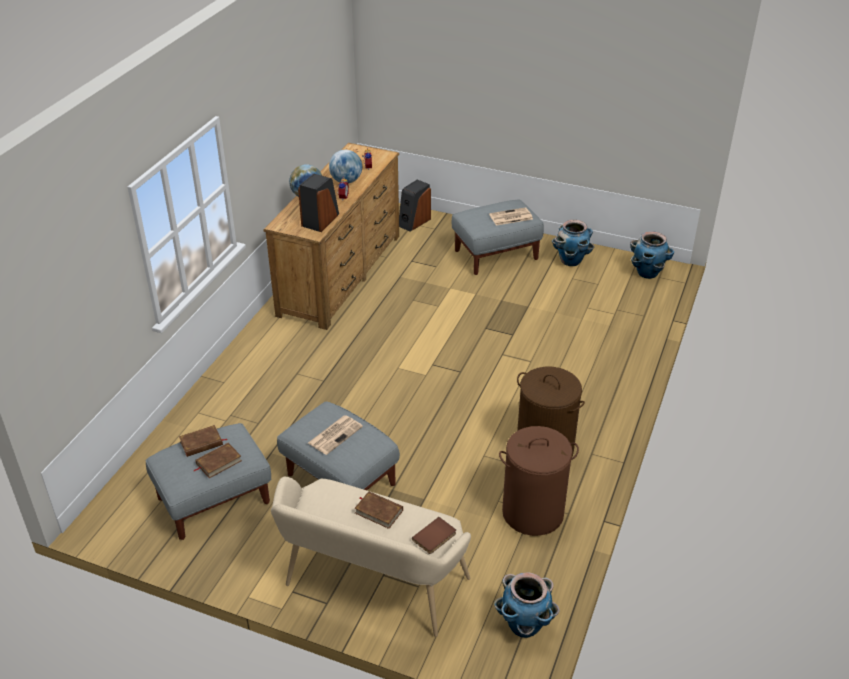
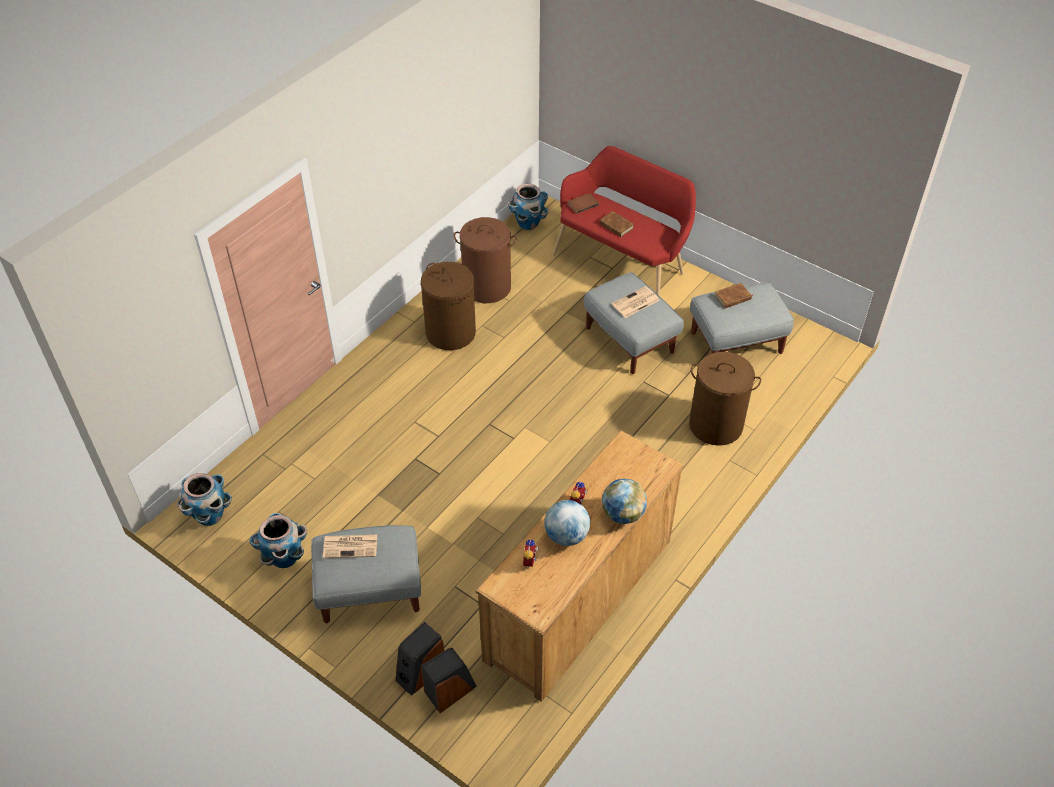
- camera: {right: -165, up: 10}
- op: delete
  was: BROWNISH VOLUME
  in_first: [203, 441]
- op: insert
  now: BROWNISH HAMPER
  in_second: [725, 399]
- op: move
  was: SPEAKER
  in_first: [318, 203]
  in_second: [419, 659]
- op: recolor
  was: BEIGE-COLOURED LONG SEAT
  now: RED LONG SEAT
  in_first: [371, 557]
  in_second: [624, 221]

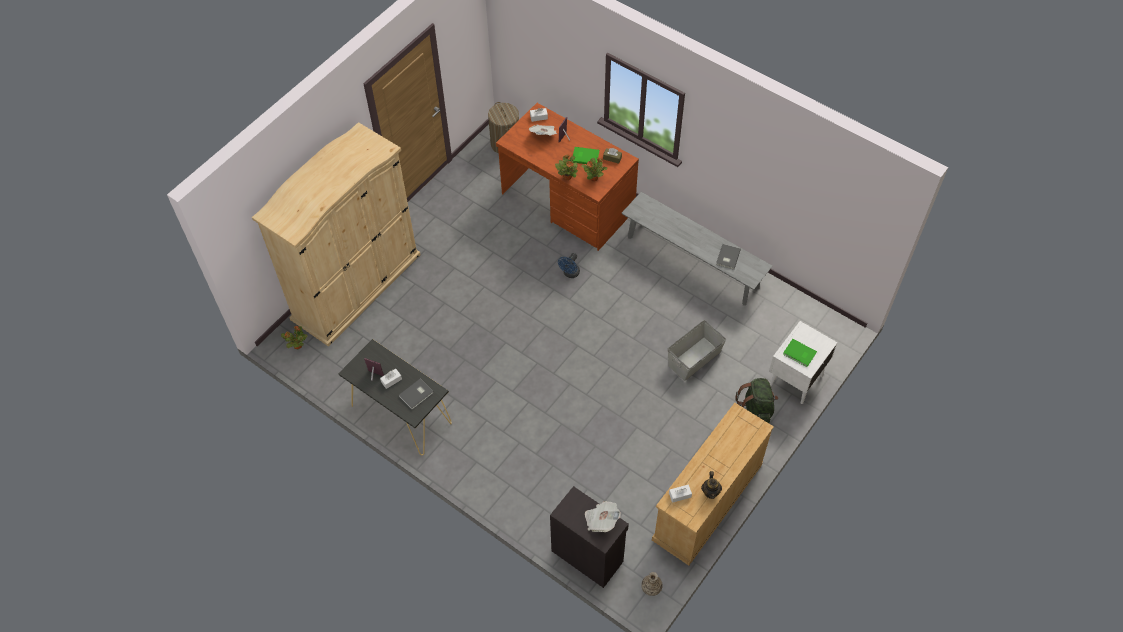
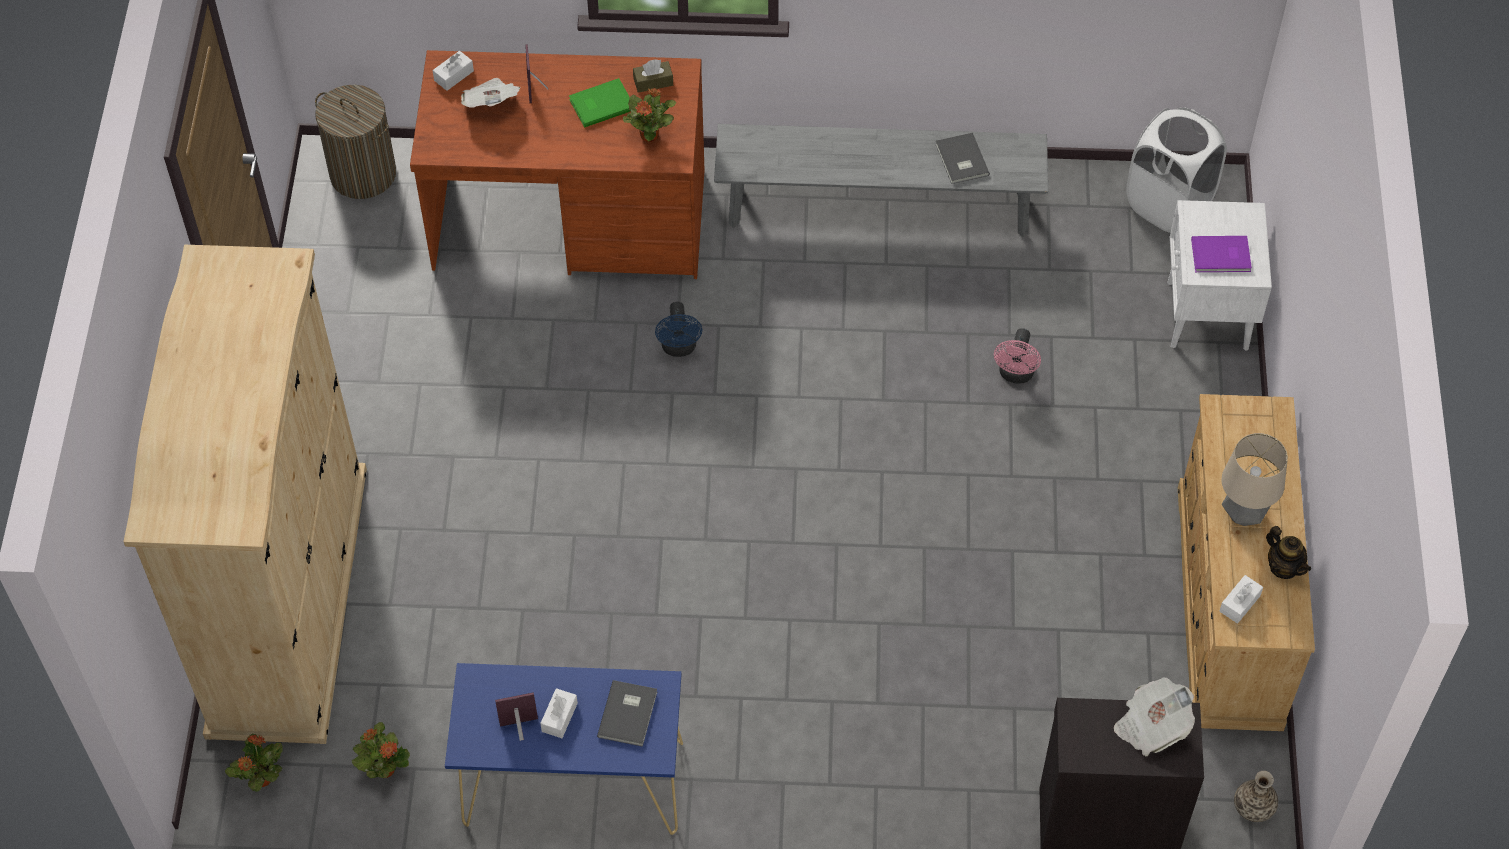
- camera: {right: -35, up: 0}
- op: delete
  was: GREENISH BACKPACK
  in_first: [756, 400]
- op: insert
  now: WHITISH HAMPER
  in_second: [1176, 169]
- op: insert
  now: LAMP FOR A TABLE
  in_second: [1255, 479]
- op: move
  was: PLANT IN A POT
  in_first: [566, 167]
  in_second: [381, 750]
- op: replace
  was: GREYISH STORAGE BIN
  now: PINK FAN
  in_first: [696, 350]
  in_second: [1017, 356]
- op: recolor
  was: BLACKISH NARROW TABLE
  now: BLUE-COLOURED NARROW TABLE
  in_first: [395, 397]
  in_second: [564, 749]
- op: recolor
  was: GREENISH VOLUME
  now: PURPLE-COLOURED VOLUME
  in_first: [800, 353]
  in_second: [1221, 254]

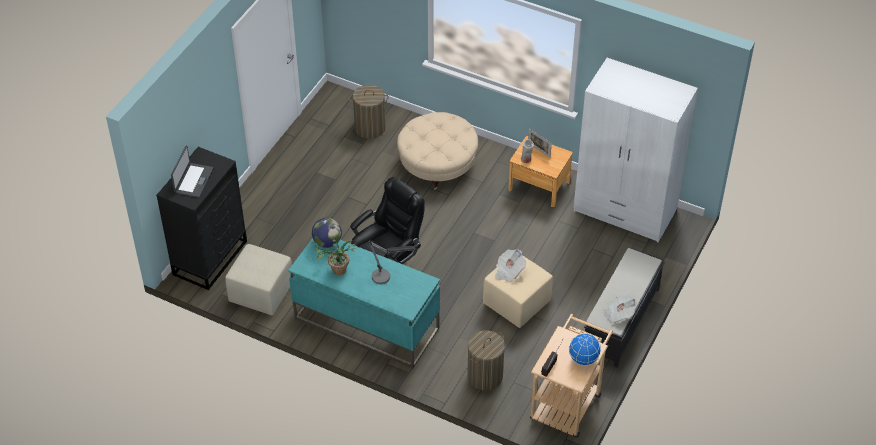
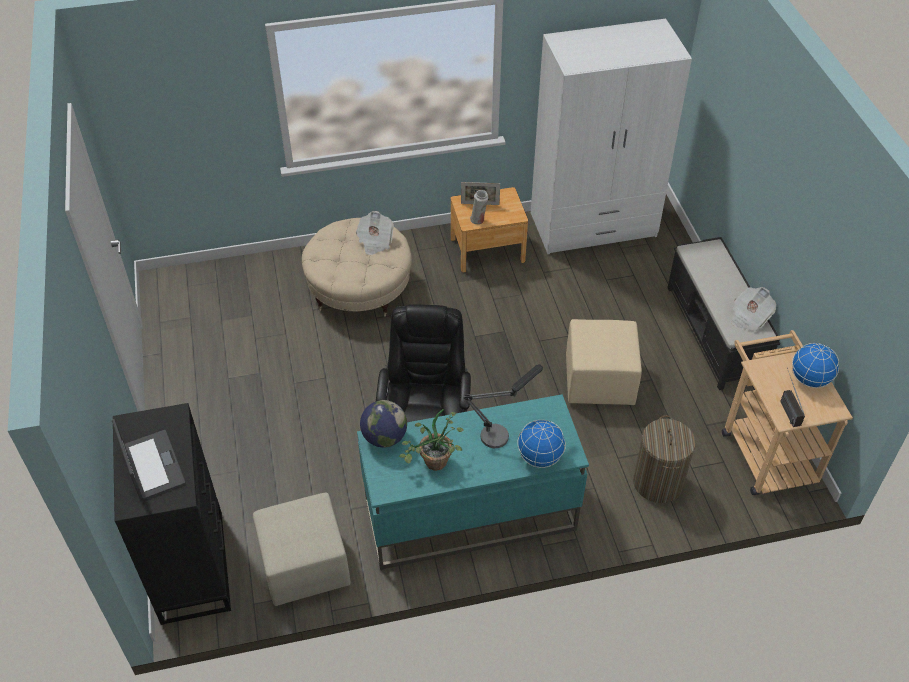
- camera: {right: -40, up: 0}
- op: delete
  was: HAMPER
  in_first: [368, 112]
- op: insert
  now: WORLD GLOBE
  in_second: [541, 444]
- op: move
  was: NEWSPAPER
  in_first: [510, 265]
  in_second: [375, 233]

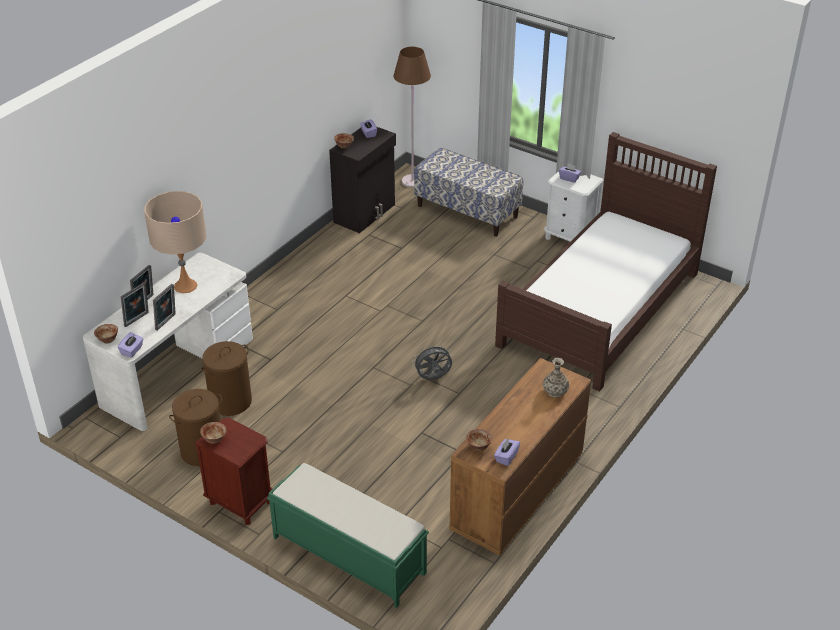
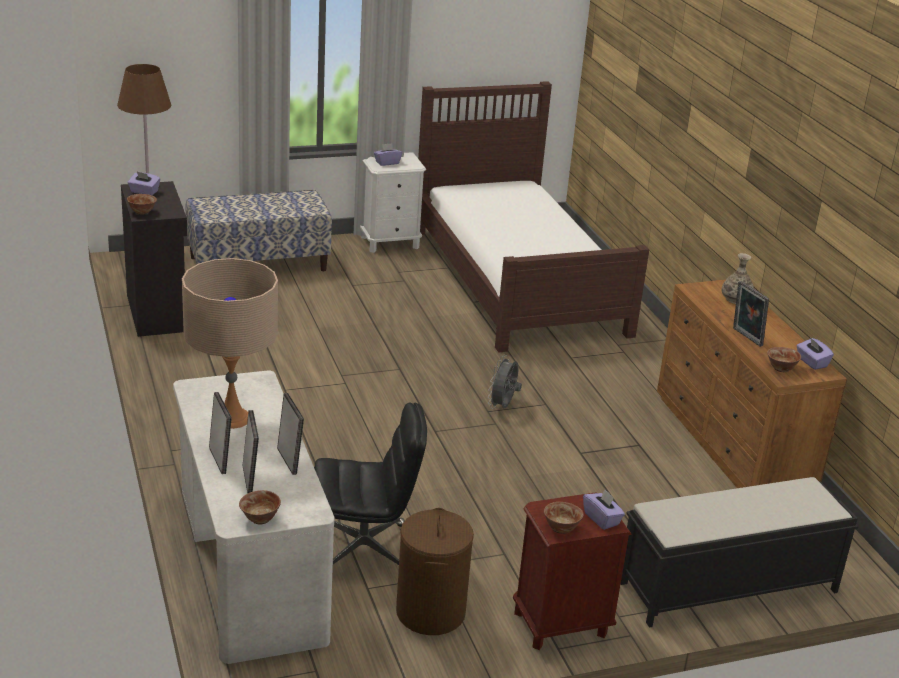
- camera: {right: -55, up: -10}
- op: insert
  now: STANDING FRAME
  in_second: [751, 314]
- op: move
  was: PURPLE-COLOURED BOX OF TISSUES
  in_first: [130, 345]
  in_second: [604, 509]
- op: replace
  was: BROWNISH HAMPER
  now: BLACKISH DESK CHAIR
  in_first: [226, 378]
  in_second: [370, 483]
- op: recolor
  was: GREENISH LONG SEAT
  now: BLACKISH LONG SEAT
  in_first: [348, 535]
  in_second: [740, 552]

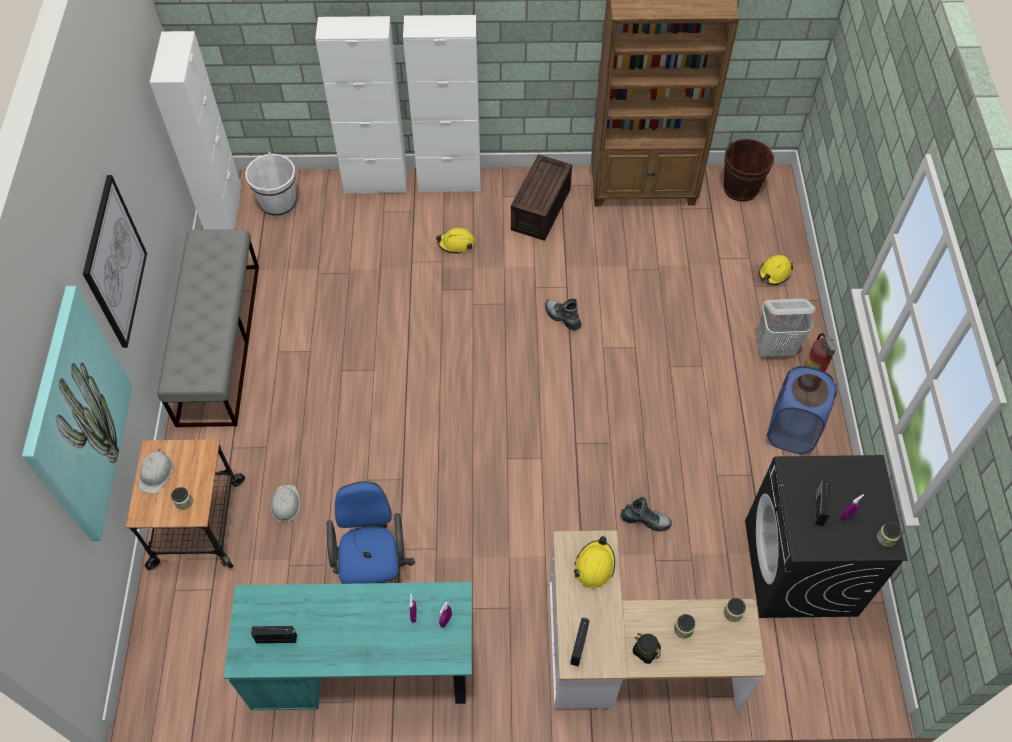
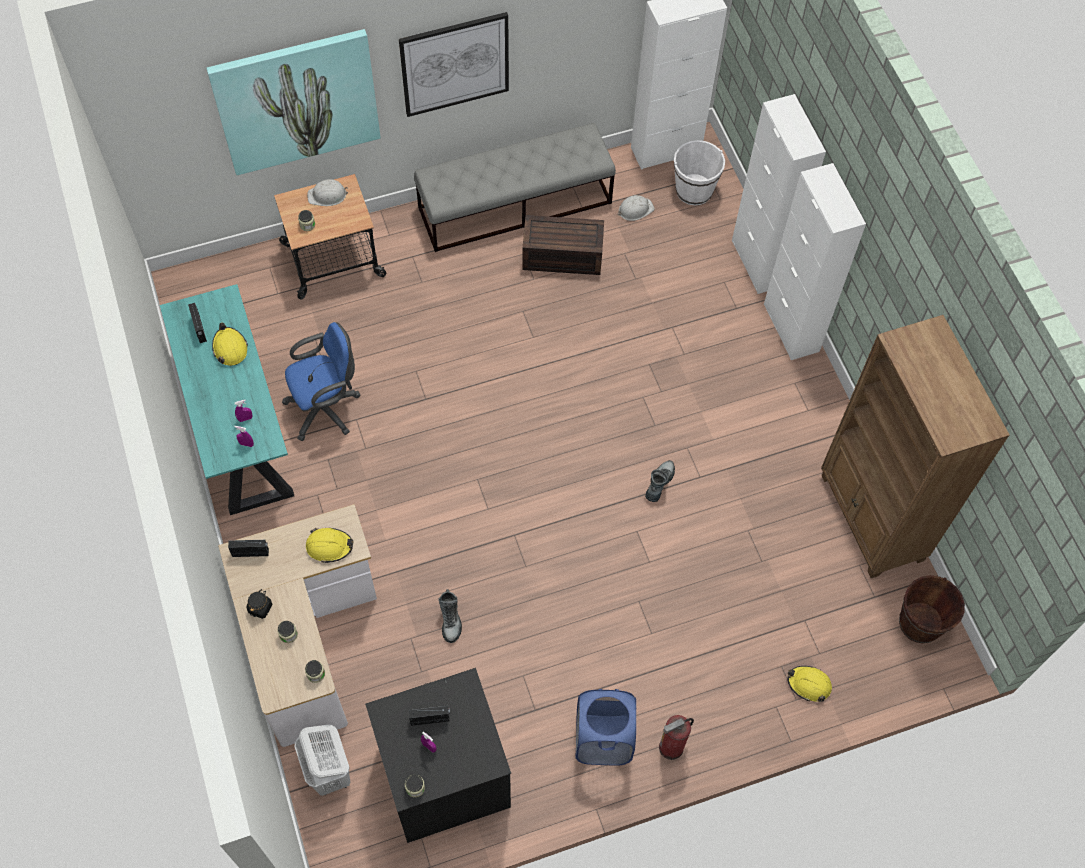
- camera: {right: 70, up: 5}
- op: move
  was: WHITISH WORK HELMET
  in_first: [285, 504]
  in_second: [636, 208]
- op: move
  was: YELLOW-COLOURED WORK HELMET
  in_first: [455, 241]
  in_second: [230, 344]
- op: move
  was: BROWNISH STORAGE BIN
  in_first: [541, 197]
  in_second: [563, 245]
- op: move
  was: WHITISH HAMPER
  in_first: [786, 328]
  in_second: [323, 760]

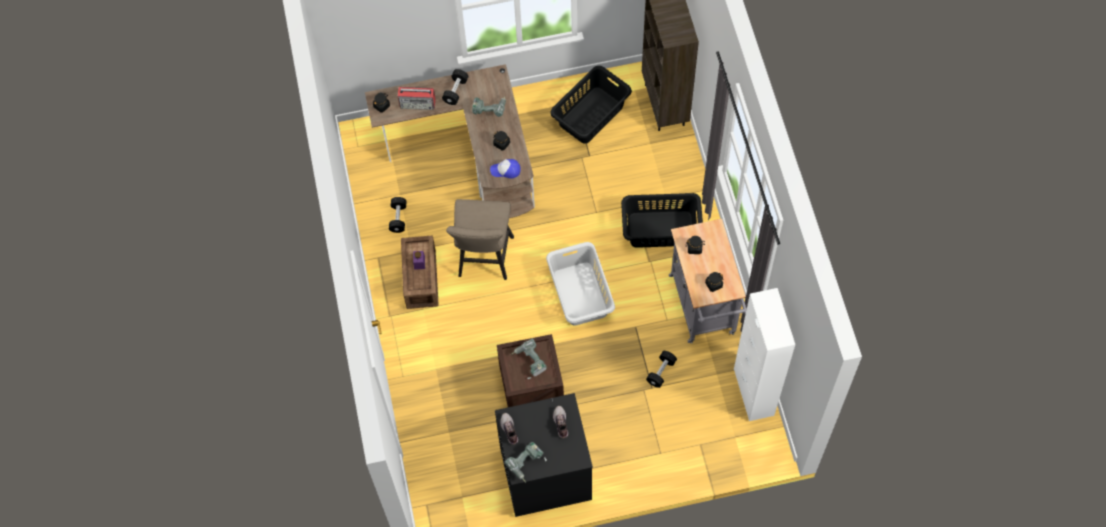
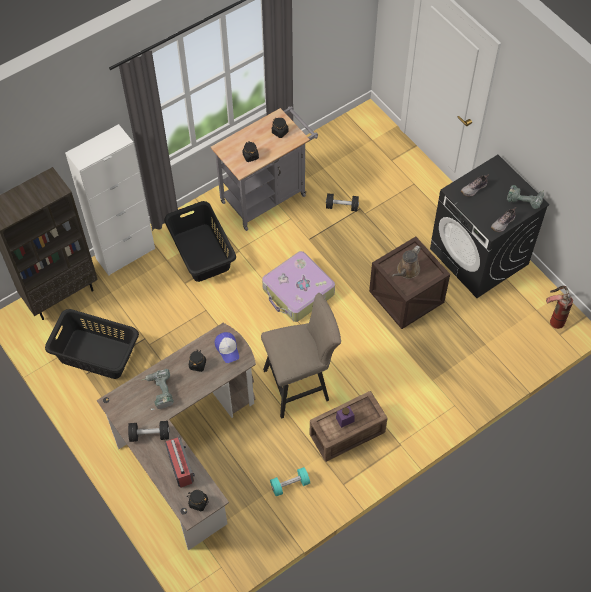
- camera: {right: -115, up: -5}
- op: insert
  now: FIRE-FIGHTING CYLINDER
  in_second: [559, 307]
- op: move
  was: WHITISH STORAGE CABINET
  in_first: [764, 354]
  in_second: [110, 200]
- op: replace
  was: POWER DRILL
  now: BROWNISH WATERING POT
  in_first: [528, 359]
  in_second: [406, 262]
- op: replace
  was: GREYISH HAMPER
  now: SUITCASE
  in_first: [580, 284]
  in_second: [298, 286]
- op: recolor
  was: BLACKISH DUMBBELL
  now: TURQUOISE-COLOURED DUMBBELL
  in_first: [398, 215]
  in_second: [290, 481]

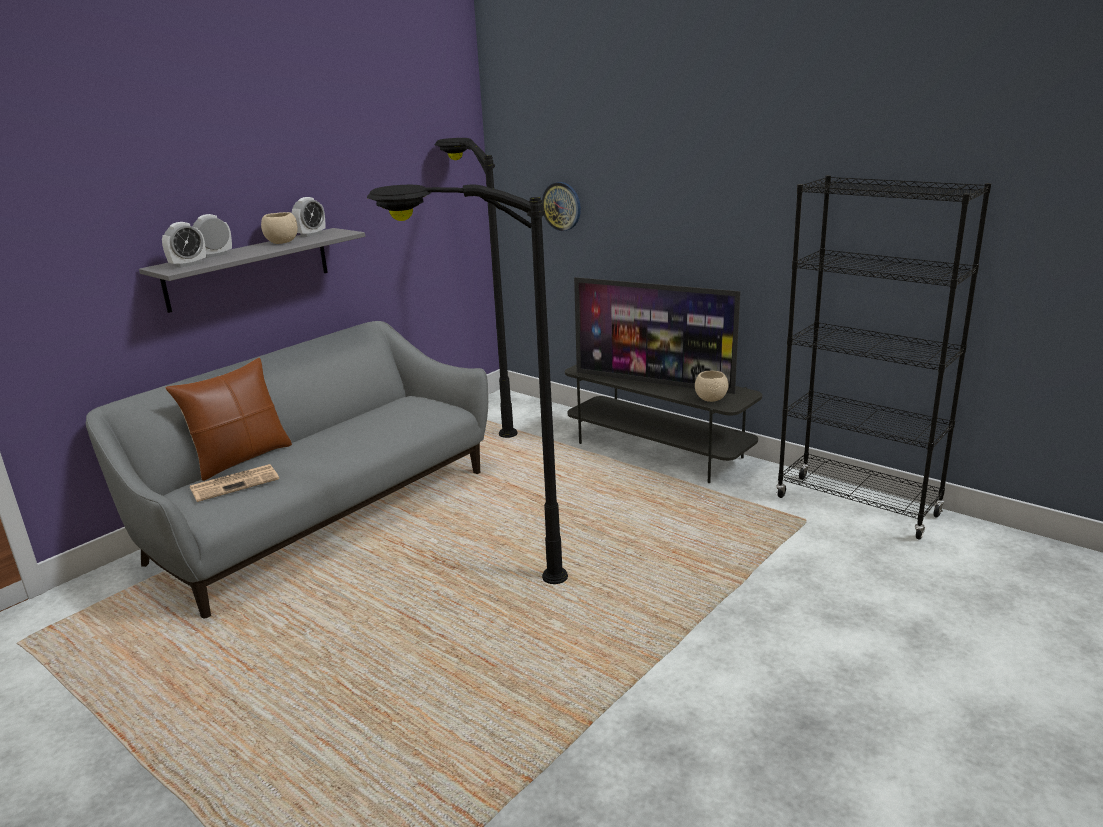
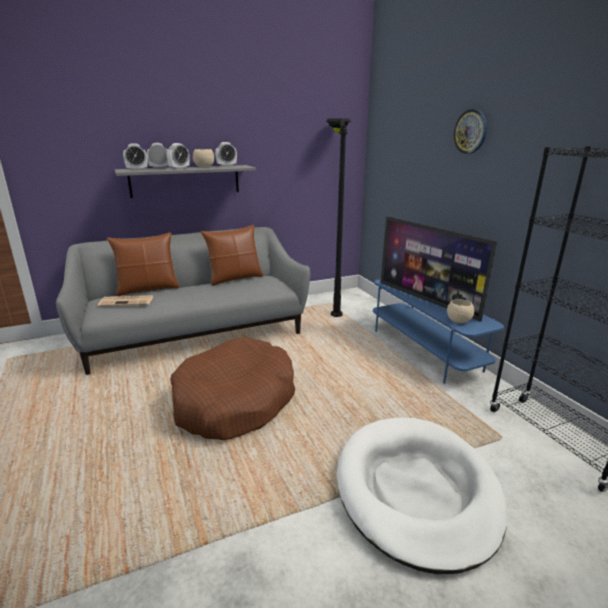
- camera: {right: 25, up: 0}
- op: insert
  now: ALARM CLOCK
  in_second: [178, 156]
- op: insert
  now: BROWNISH PILLOW
  in_second: [232, 255]
- op: insert
  now: WHITISH DOG BED
  in_second: [421, 496]
- op: move
  was: CLOCK ON THE WALL
  in_first: [561, 206]
  in_second: [470, 131]
- op: replace
  was: BLACKISH FLOOR LAMP
  now: BROWNISH DOG BED
  in_first: [467, 384]
  in_second: [232, 388]
- op: recolor
  was: GREYISH TV STAND
  now: BLUE-COLOURED TV STAND
  in_first: [663, 423]
  in_second: [438, 331]

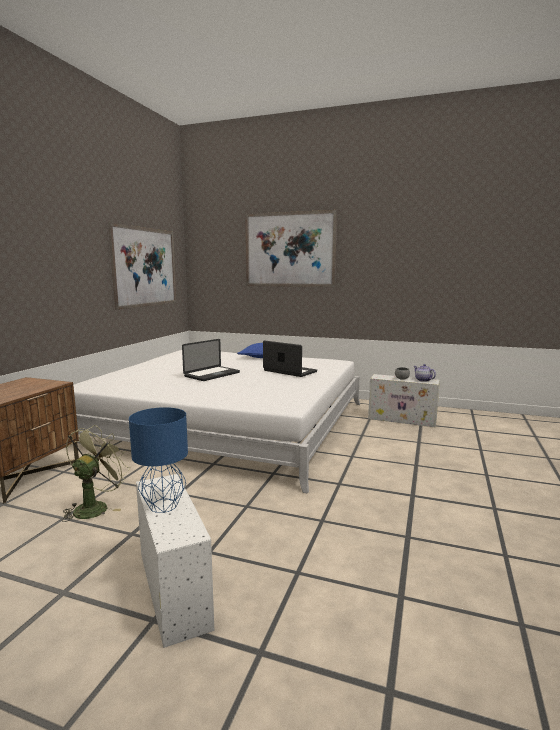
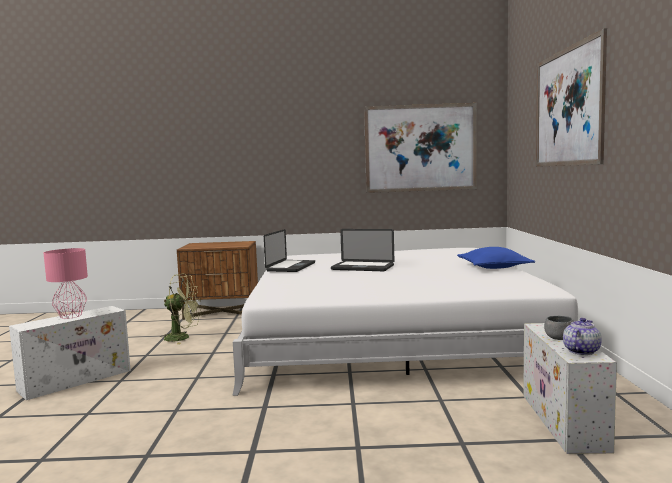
- camera: {right: 70, up: -5}
- op: move
  was: LAPTOP
  in_first: [290, 358]
  in_second: [289, 250]
- op: recolor
  was: BLUE-COLOURED LAMP FOR A TABLE
  now: PINK LAMP FOR A TABLE
  in_first: [158, 460]
  in_second: [66, 283]

